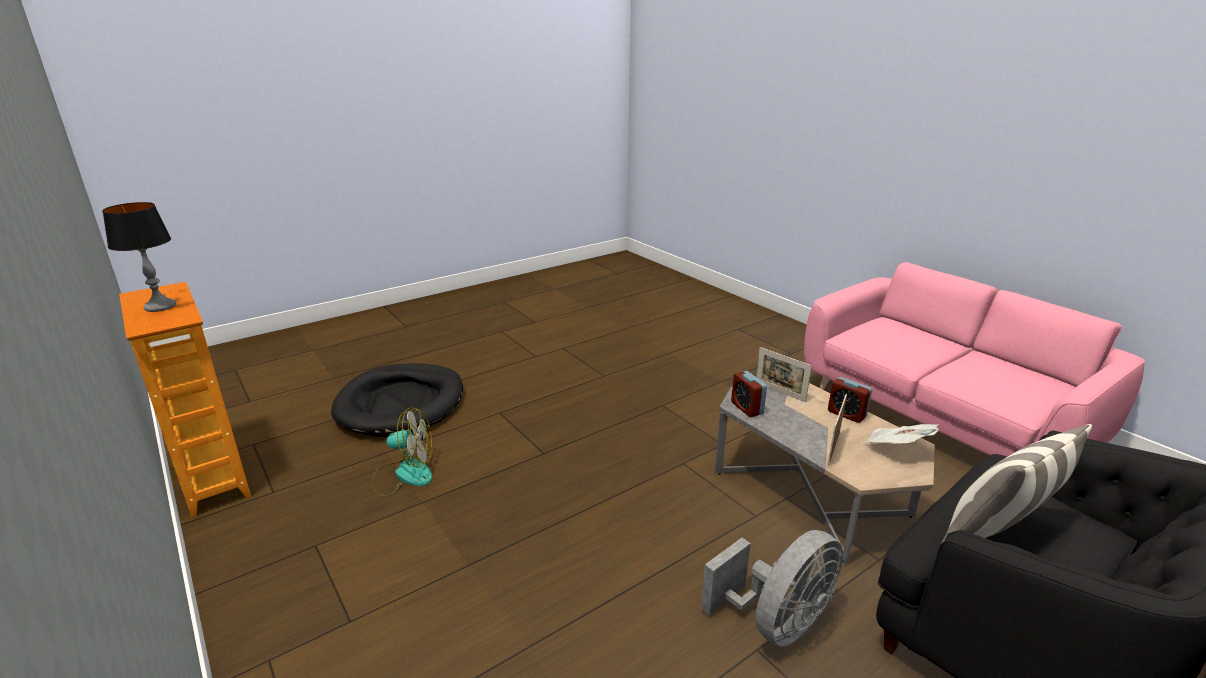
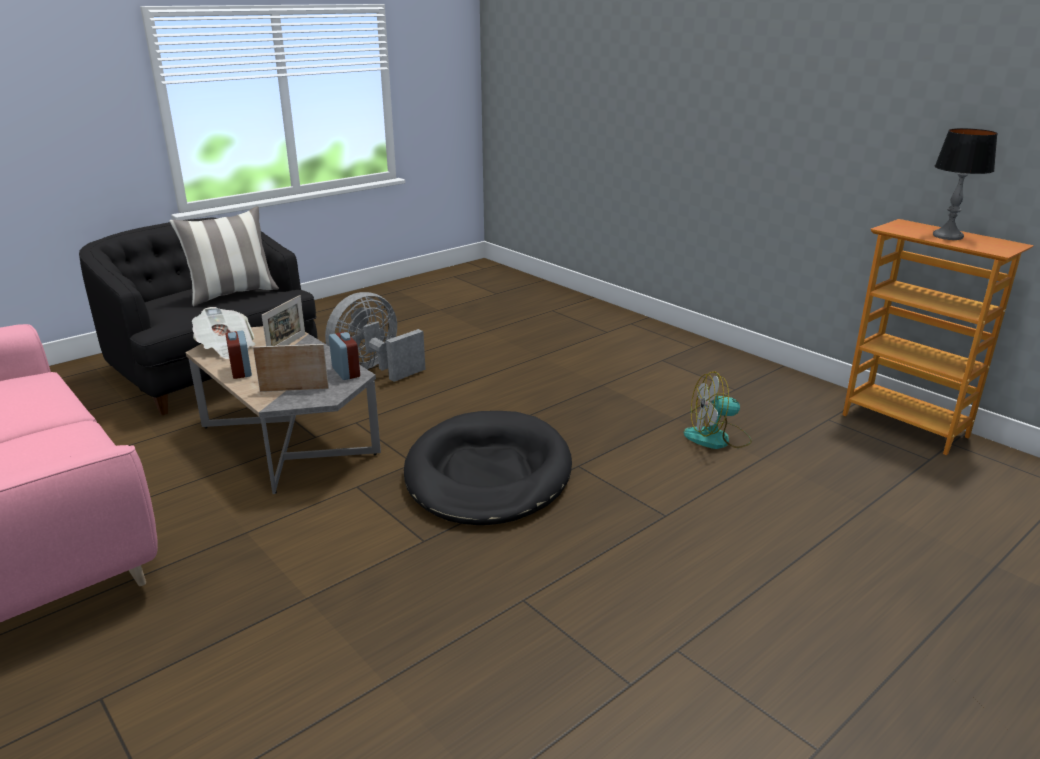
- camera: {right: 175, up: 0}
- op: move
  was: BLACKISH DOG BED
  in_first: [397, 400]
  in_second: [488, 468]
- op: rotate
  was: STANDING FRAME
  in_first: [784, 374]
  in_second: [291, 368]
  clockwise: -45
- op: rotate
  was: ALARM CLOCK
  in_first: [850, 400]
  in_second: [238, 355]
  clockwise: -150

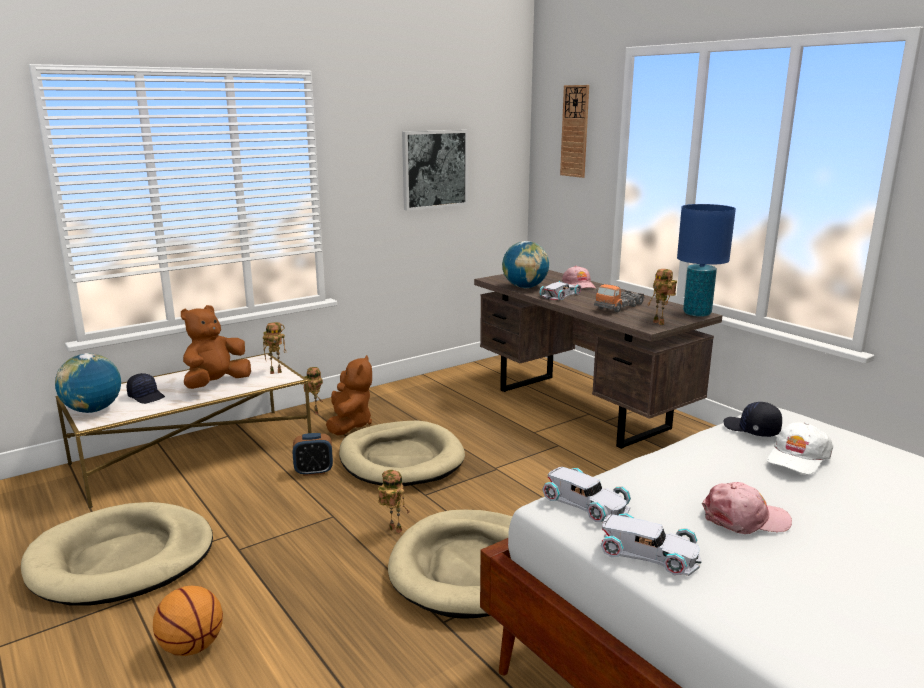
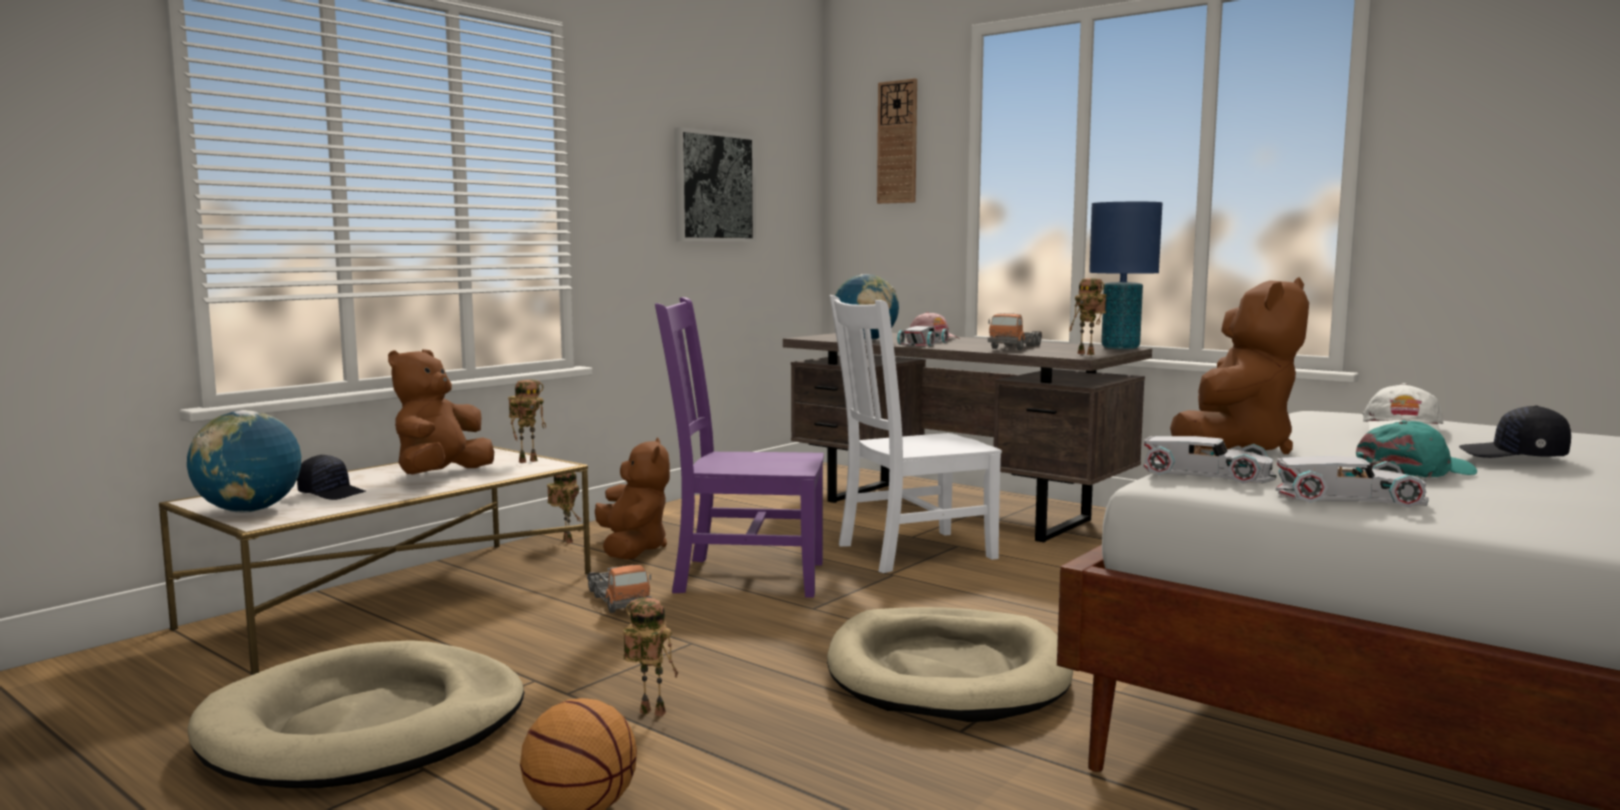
- camera: {right: -15, up: -10}
- op: insert
  now: WHITISH CHAIR
  in_second: [916, 434]
- op: insert
  now: BROWNISH CUDDLY TOY
  in_second: [1239, 365]
- op: move
  was: TOY ROBOT
  in_first: [393, 501]
  in_second: [650, 656]
- op: move
  was: BLACKISH CAP
  in_first: [753, 419]
  in_second: [1515, 431]
- op: replace
  was: ALARM CLOCK
  now: TOY TRUCK
  in_first: [313, 454]
  in_second: [619, 588]
- op: replace
  was: BEIGE-COLOURED DOG BED
  now: PURPLE-COLOURED CHAIR
  in_first: [402, 453]
  in_second: [739, 447]
- op: recolor
  was: PINK CAP
  now: TURQUOISE-COLOURED CAP
  in_first: [747, 508]
  in_second: [1416, 449]

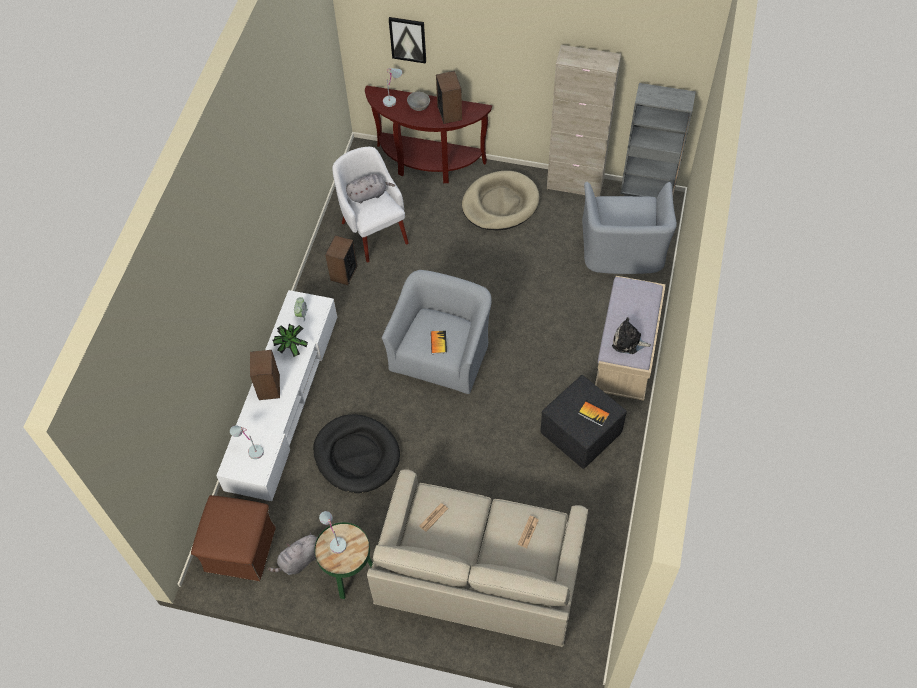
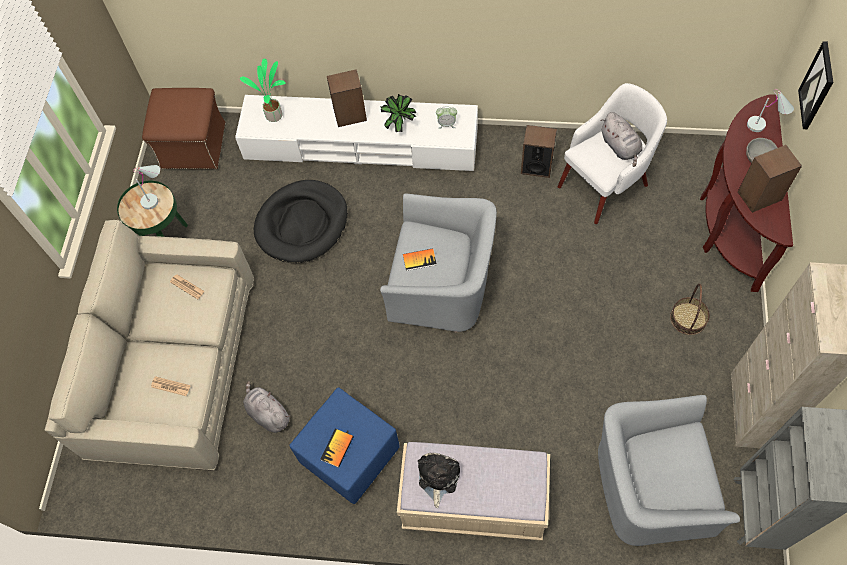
- camera: {right: 85, up: 5}
- op: move
  was: GREYISH CUDDLY TOY
  in_first: [292, 553]
  in_second: [266, 407]
- op: replace
  was: WHITISH LAMP FOR A TABLE
  now: PLANT IN A POT
  in_first: [247, 442]
  in_second: [263, 90]
- op: replace
  was: BEIGE-COLOURED DOG BED
  now: HOUSEHOLD BASKET
  in_first: [501, 200]
  in_second: [690, 309]
- op: recolor
  was: BLACKISH OTTOMAN
  now: BLUE-COLOURED OTTOMAN
  in_first: [583, 422]
  in_second: [344, 445]

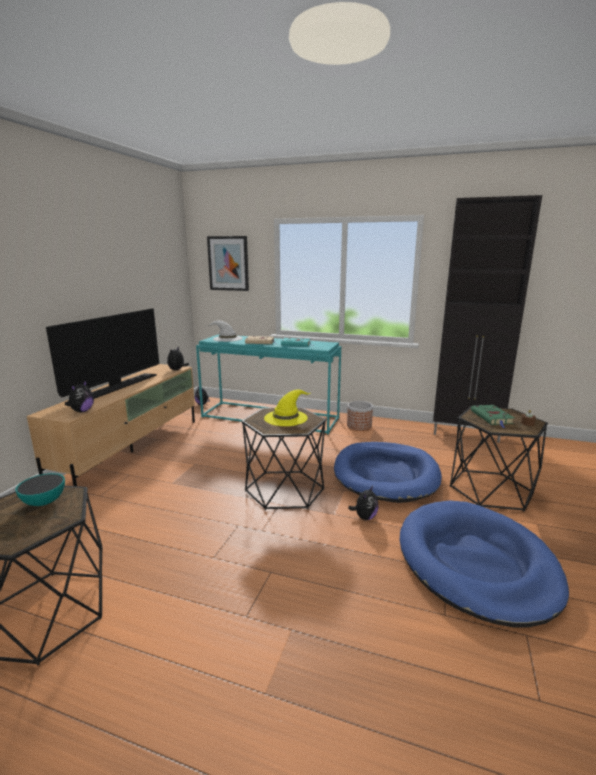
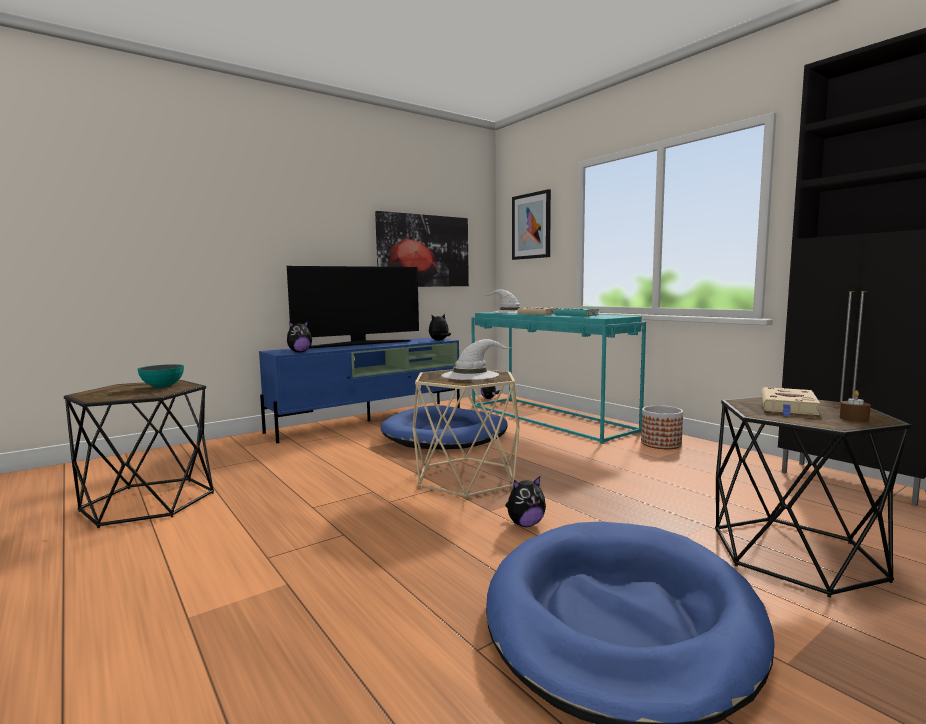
- camera: {right: 35, up: -10}
- op: insert
  now: WALL ART
  in_second: [422, 249]
- op: move
  was: BLUE-COLOURED DOG BED
  in_first: [388, 472]
  in_second: [444, 427]
- op: recolor
  was: BEIGE-COLOURED TV STAND
  now: BLUE-COLOURED TV STAND
  in_first: [111, 425]
  in_second: [359, 390]
- op: recolor
  was: BLACKISH SIDE TABLE
  now: BEIGE-COLOURED SIDE TABLE
  in_first: [283, 458]
  in_second: [466, 434]
- op: recolor
  was: YELLOW-COLOURED HAT
  now: WHITISH HAT
  in_first: [288, 407]
  in_second: [476, 359]
- op: recolor
  was: GREENISH VOLUME
  now: BEIGE-COLOURED VOLUME
  in_first: [492, 416]
  in_second: [790, 402]

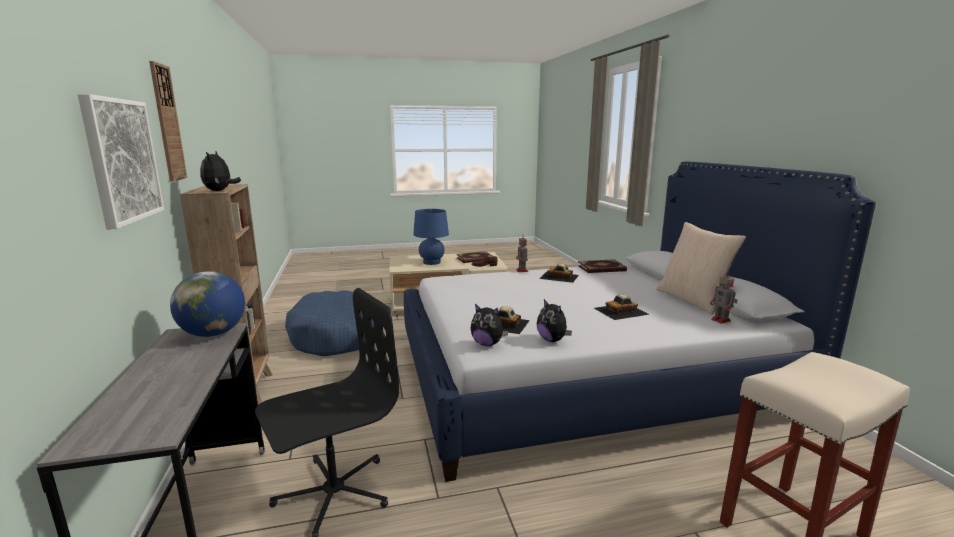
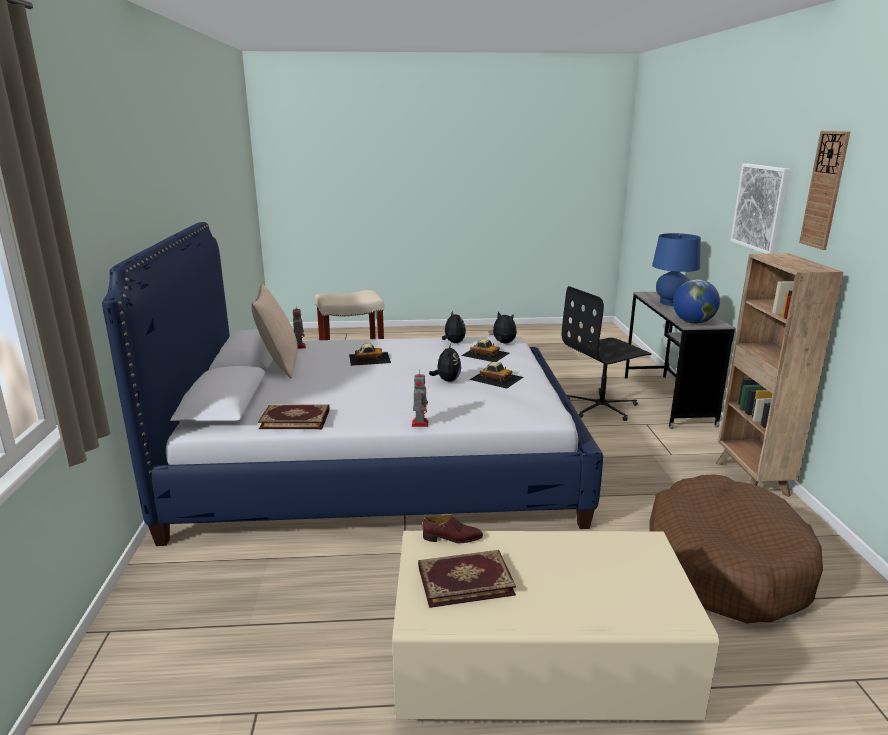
- camera: {right: -170, up: 5}
- op: move
  was: CUDDLY TOY
  in_first: [220, 171]
  in_second: [445, 362]
- op: move
  was: BLUE-COLOURED LAMP FOR A TABLE
  in_first: [431, 237]
  in_second: [676, 269]
- op: move
  was: MODEL CAR
  in_first: [559, 273]
  in_second: [496, 375]
- op: recolor
  was: BLUE-COLOURED DOG BED
  now: BROWNISH DOG BED
  in_first: [329, 323]
  in_second: [736, 548]

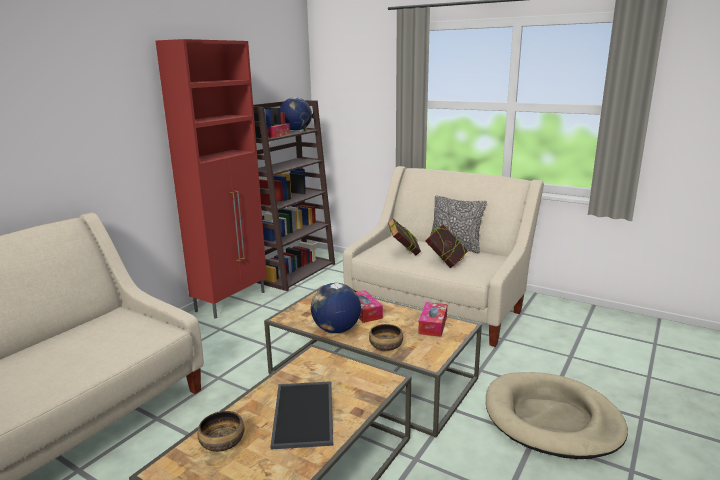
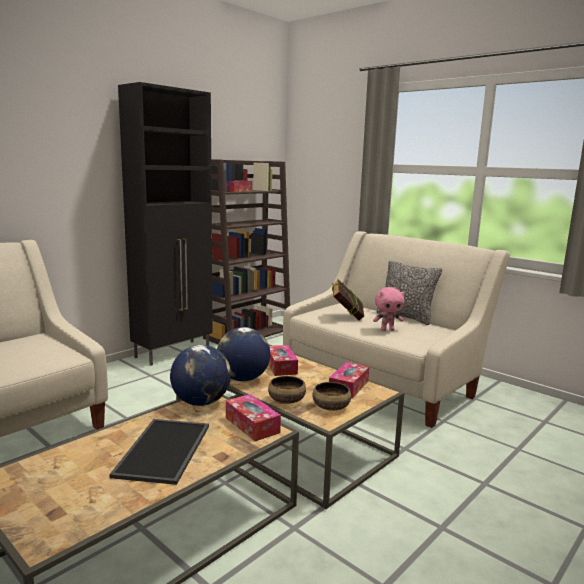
- camera: {right: 10, up: -5}
- op: delete
  was: BEIGE-COLOURED DOG BED
  in_first: [557, 415]
- op: insert
  now: BOX OF TISSUES
  in_second: [253, 417]
- op: move
  was: SERVING BOWL
  in_first: [220, 431]
  in_second: [332, 396]
- op: move
  was: WORLD GLOBE
  in_first: [296, 114]
  in_second: [200, 375]
- op: replace
  was: VOLUME
  now: PINK CUDDLY TOY
  in_first: [446, 246]
  in_second: [389, 309]
- op: recolor
  was: RED STORAGE CABINET
  now: BLACKISH STORAGE CABINET
  in_first: [211, 179]
  in_second: [165, 224]

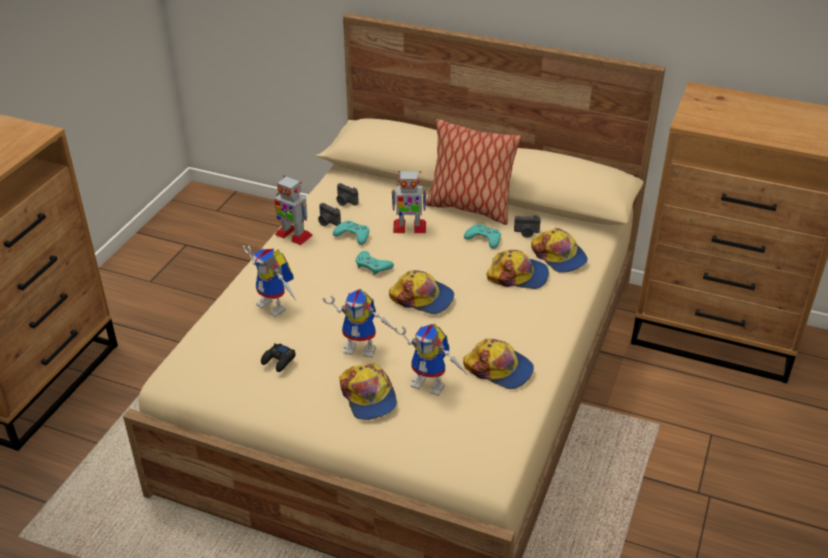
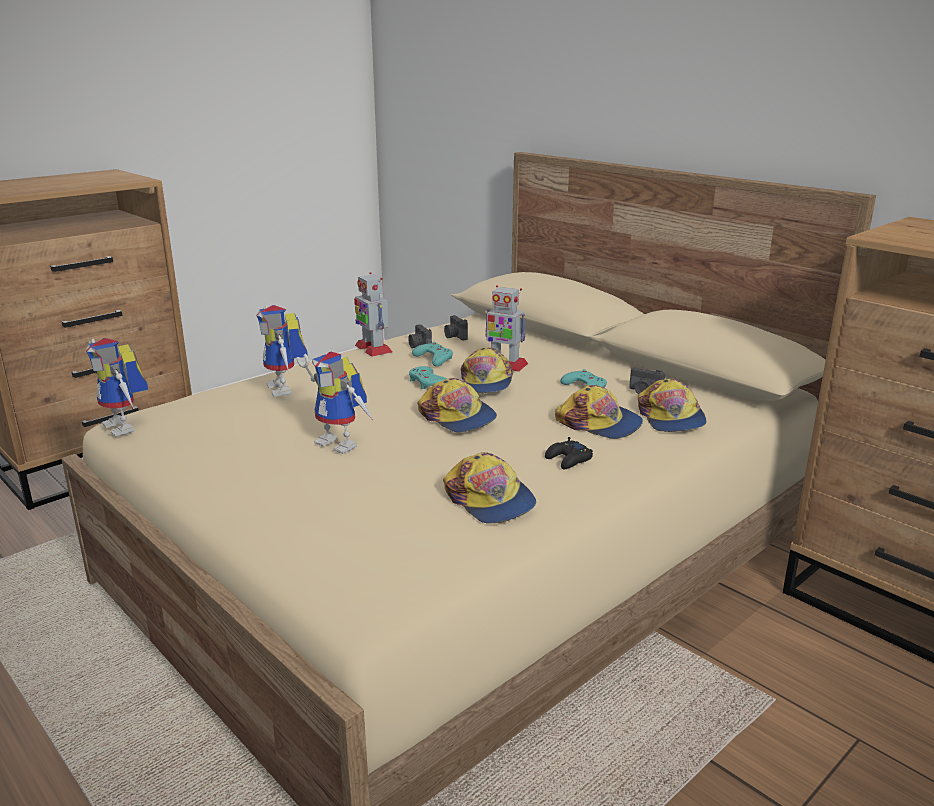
- camera: {right: 25, up: -15}
- op: delete
  was: PILLOW
  in_first: [474, 172]
- op: move
  was: BLACKISH JOYPAD
  in_first: [278, 357]
  in_second: [569, 453]
- op: move
  was: CAP
  in_first: [368, 391]
  in_second: [487, 370]
- op: move
  was: TOY ROBOT
  in_first: [430, 360]
  in_second: [117, 387]

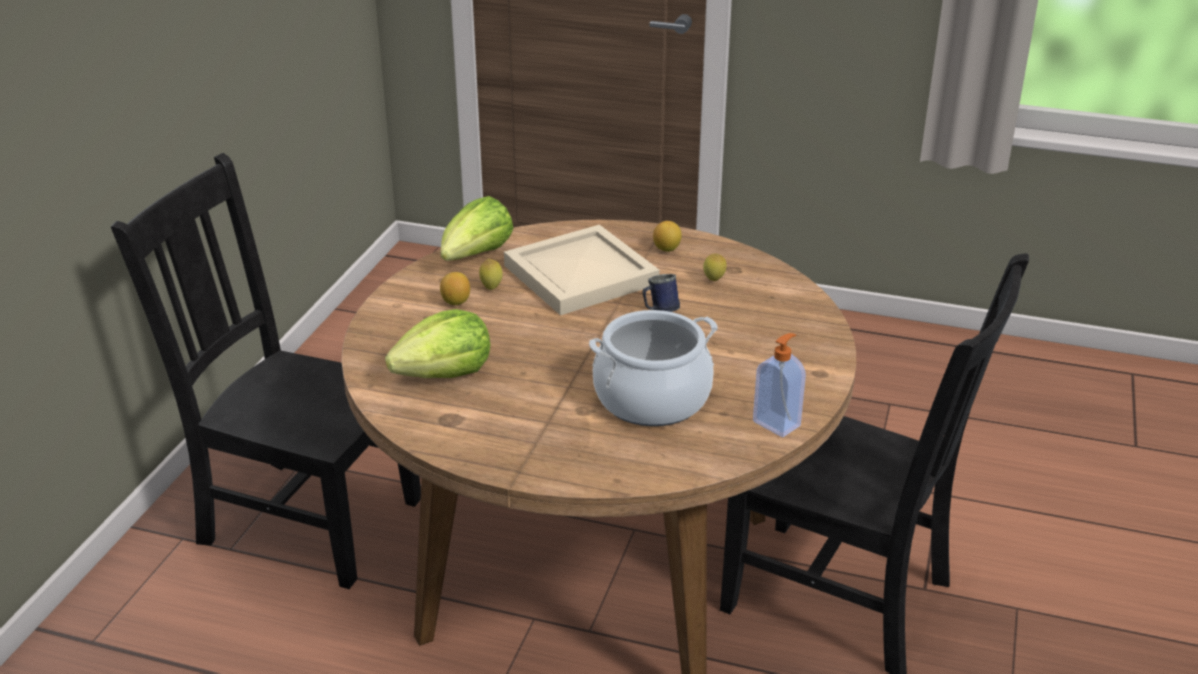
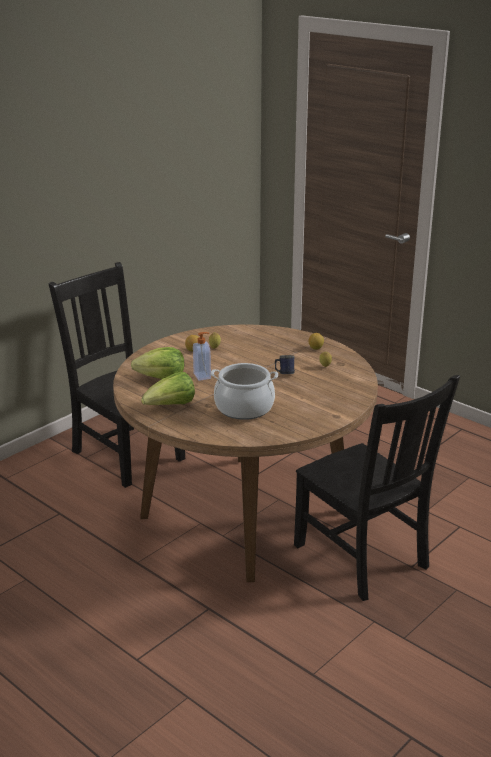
- camera: {right: 25, up: -5}
- op: delete
  was: BEIGE-COLOURED SERVING TRAY
  in_first: [582, 270]
- op: move
  was: HEAD OF LETTUCE
  in_first: [477, 228]
  in_second: [168, 388]
- op: move
  was: SOAP DISPENSER
  in_first: [779, 385]
  in_second: [202, 356]

